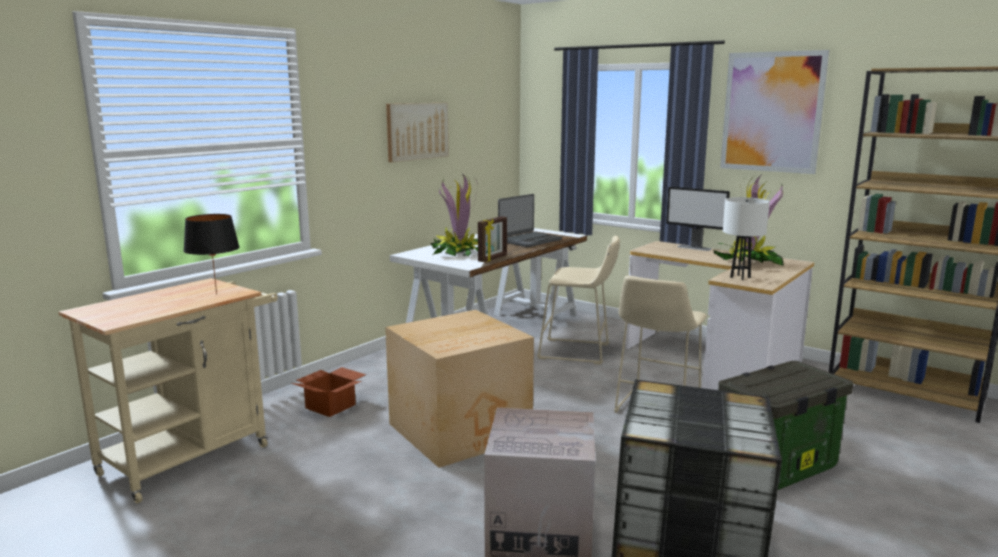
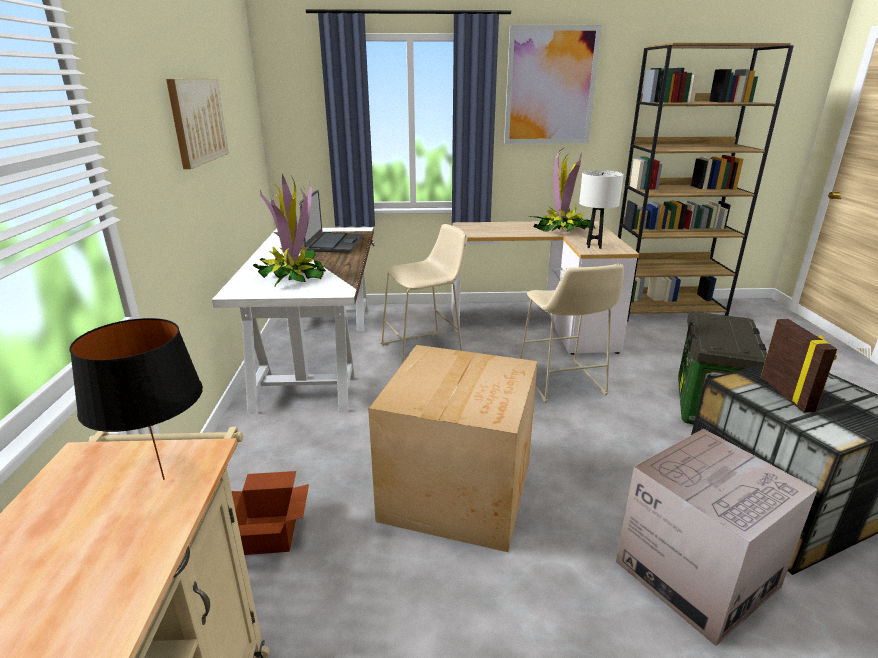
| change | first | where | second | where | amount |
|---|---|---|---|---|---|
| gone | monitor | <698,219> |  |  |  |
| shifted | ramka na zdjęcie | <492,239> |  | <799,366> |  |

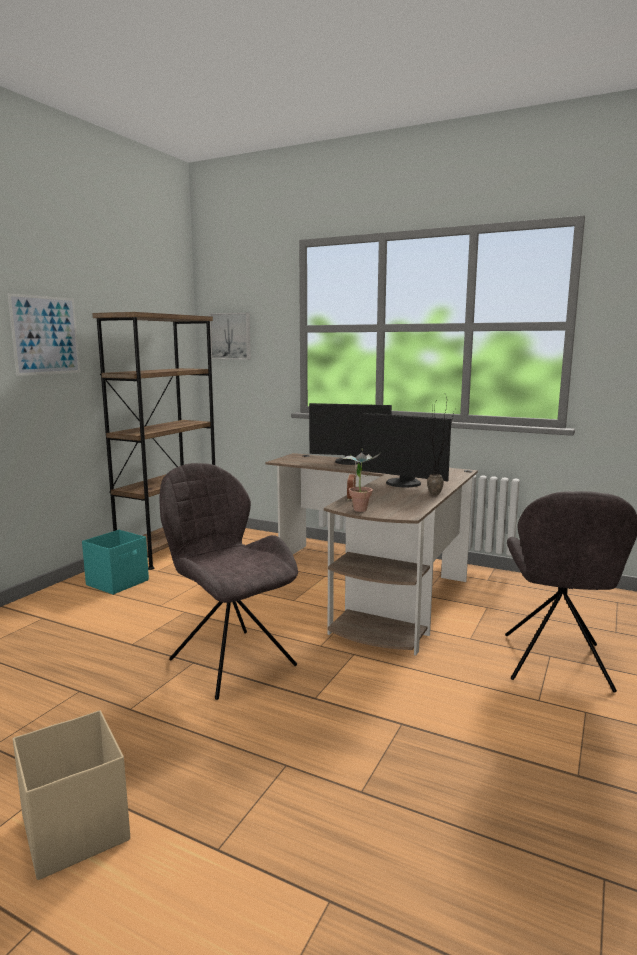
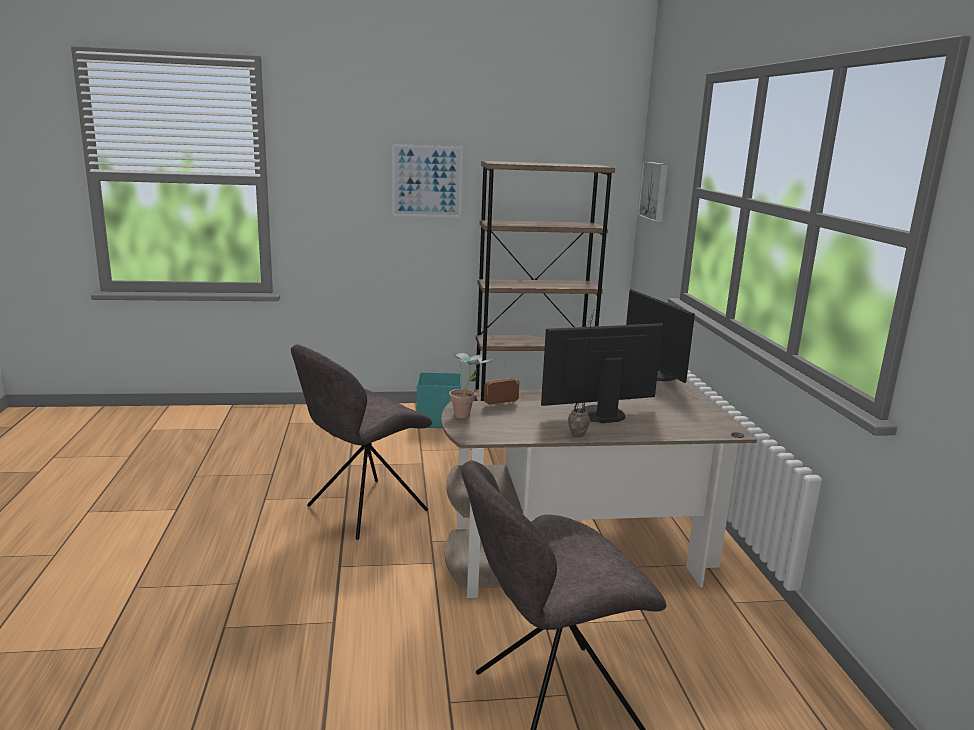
| change | first | where | second | where | amount |
|---|---|---|---|---|---|
| gone | pojemnik do przechowywania/beżowy | <71,795> |  |  |  |
| rotated | krzesło/szary | <229,581> |  | <361,442> | 150 degrees counterclockwise |
| rotated | monitor | <405,450> |  | <602,373> | 75 degrees clockwise |

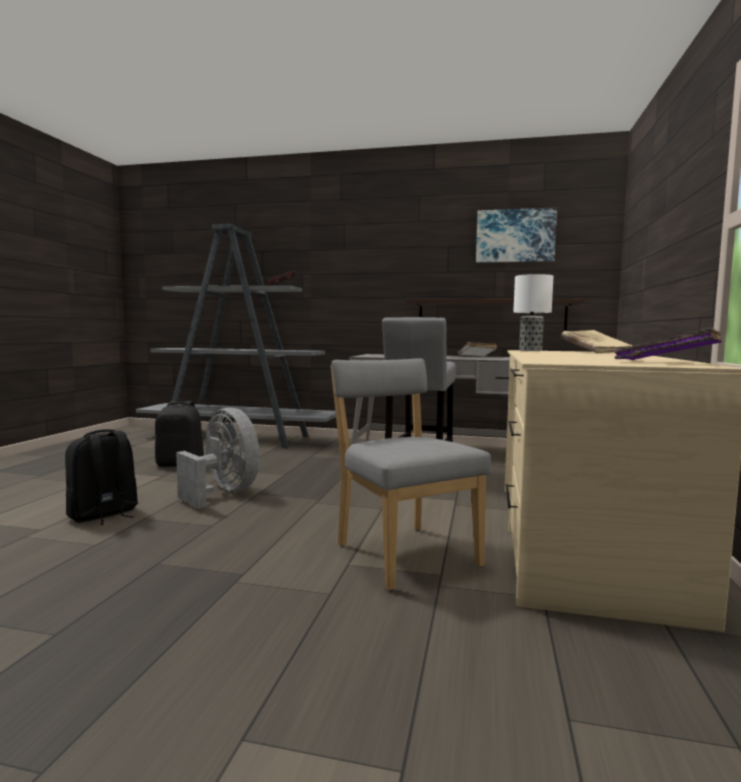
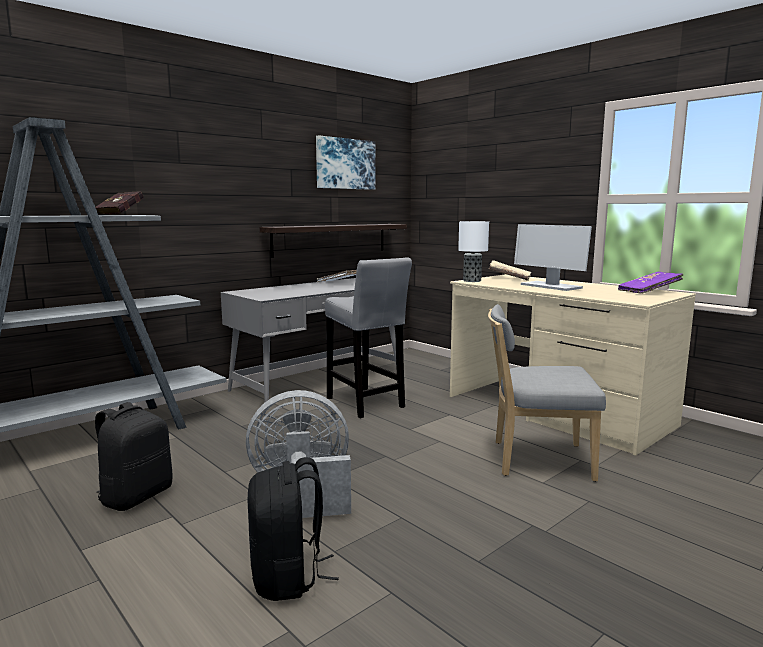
| change | first | where | second | where | amount |
|---|---|---|---|---|---|
| new |  |  | monitor | <553,257> |  |

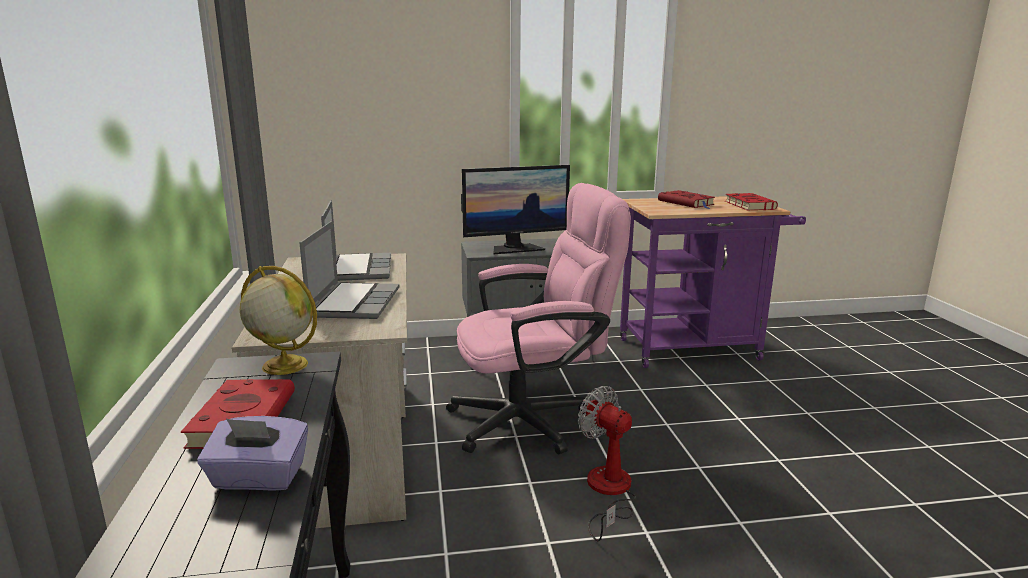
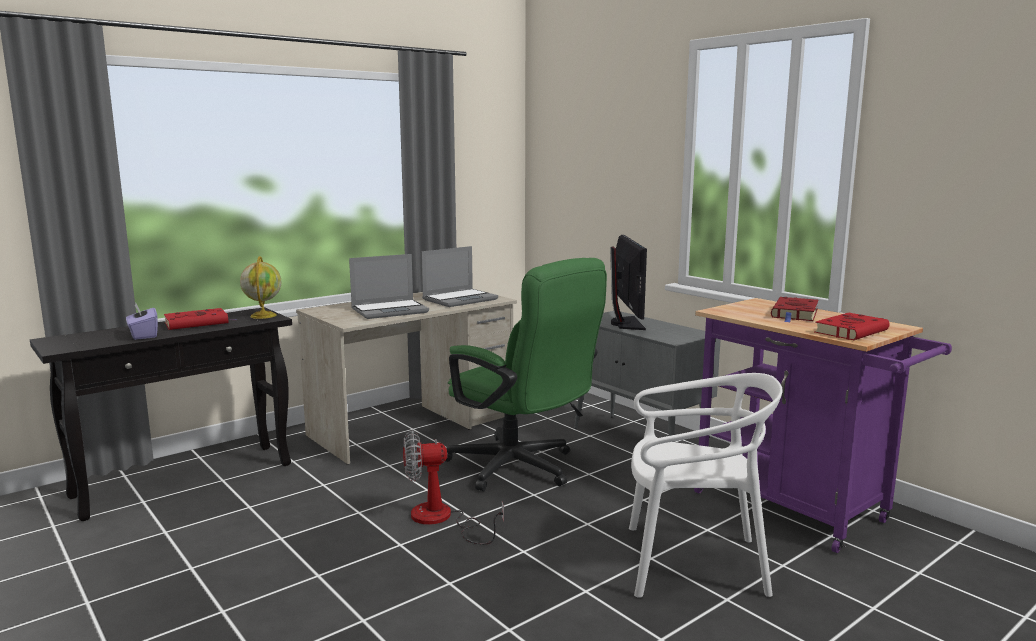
| change | first | where | second | where | amount |
|---|---|---|---|---|---|
| new |  |  | krzesło/biały | <705,485> |  |
| repainted | krzesło biurowe/różowy | <538,318> | krzesło biurowe/zielony | <526,374> |  |
| rotated | monitor | <515,209> |  | <628,282> | 135 degrees counterclockwise |
| rotated | wentylator | <607,463> |  | <453,487> | 120 degrees counterclockwise |

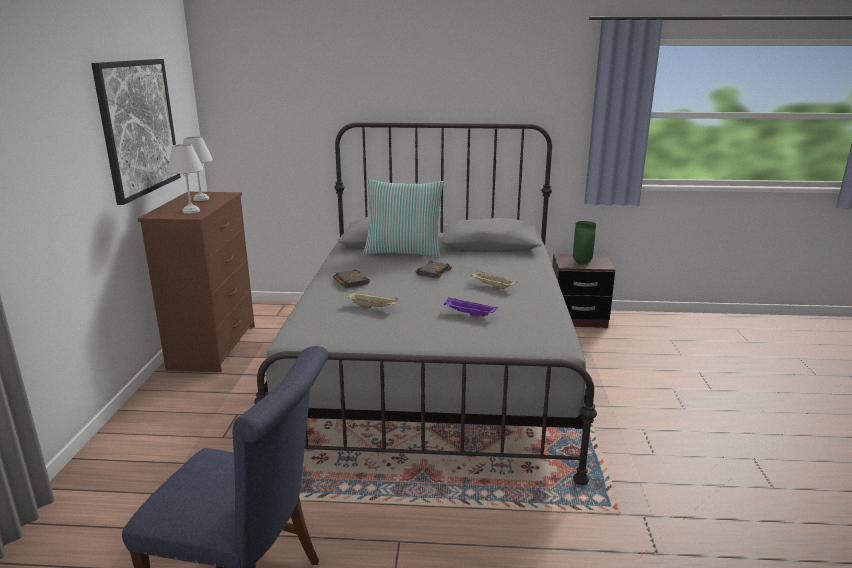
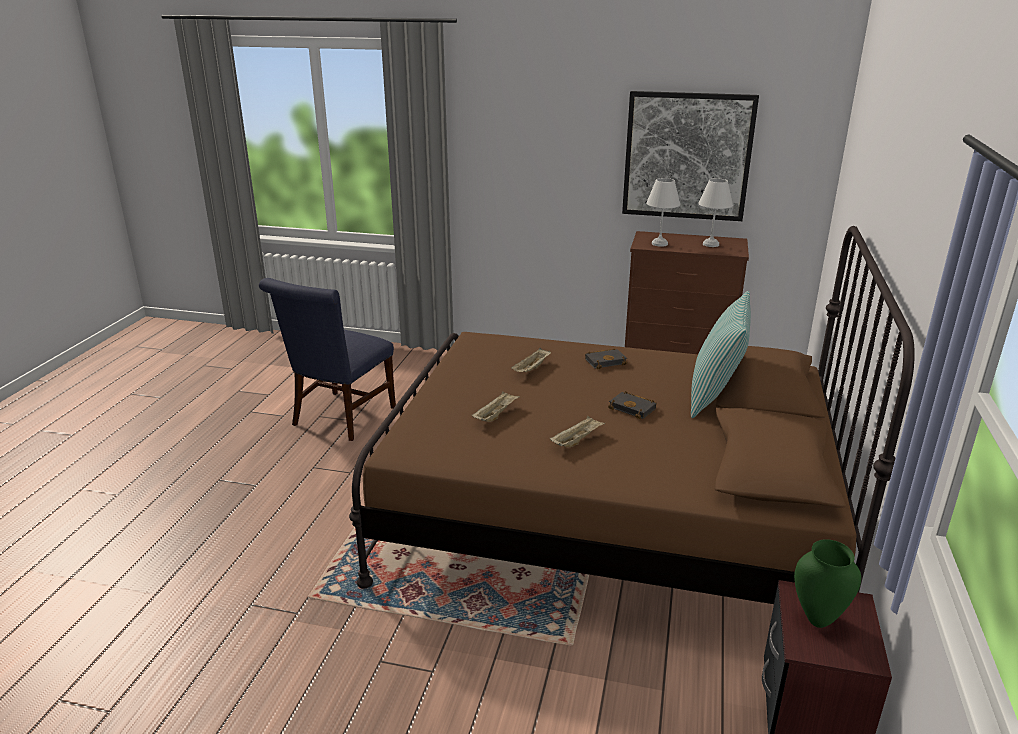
| change | first | where | second | where | amount |
|---|---|---|---|---|---|
| repainted | łóżko/szary | <425,303> | łóżko/brązowy | <632,415> |  |
| repainted | taca/fioletowy | <471,307> | taca/beżowy | <496,406> |  |

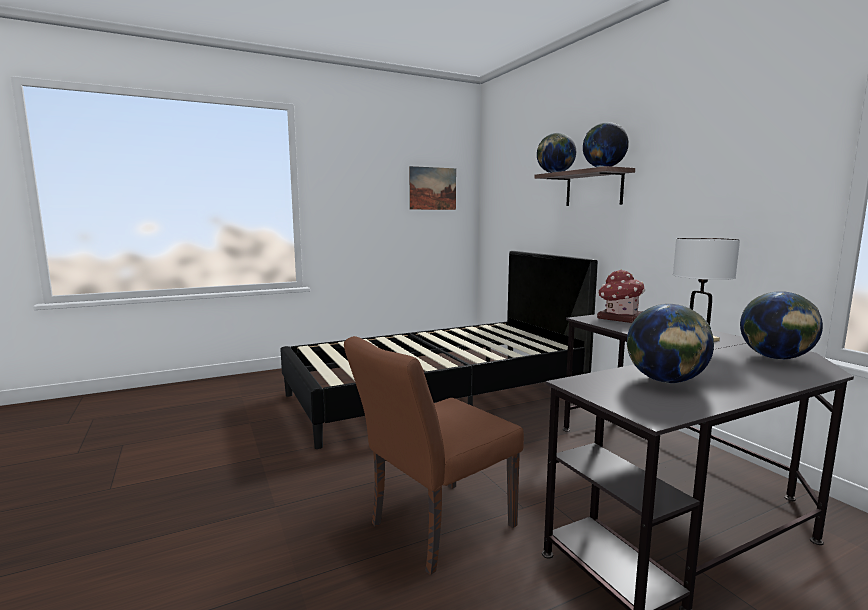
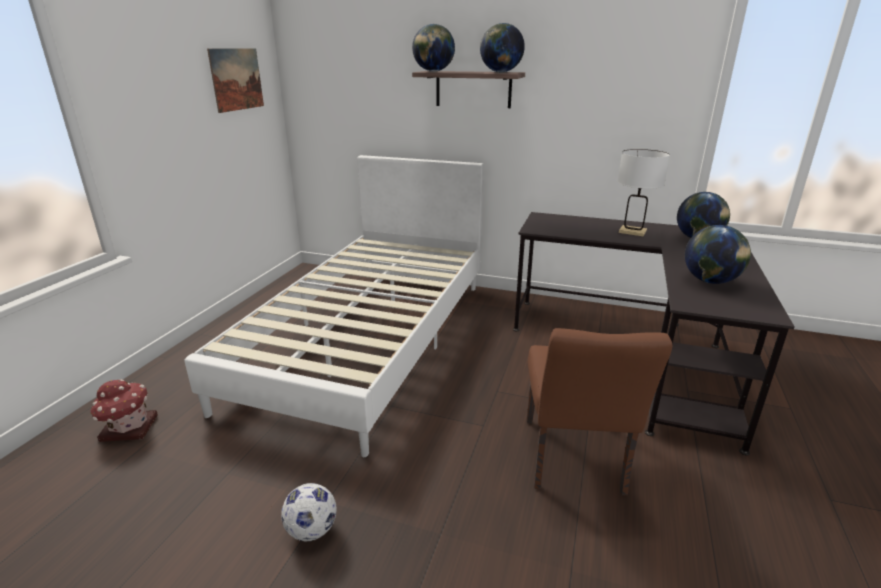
| change | first | where | second | where | amount |
|---|---|---|---|---|---|
| new |  |  | piłka futbolowa | <309,512> |  |
| shifted | domek | <621,296> |  | <124,410> |  |
| repainted | łóżko/czarny | <439,350> | łóżko/biały | <334,306> |  |

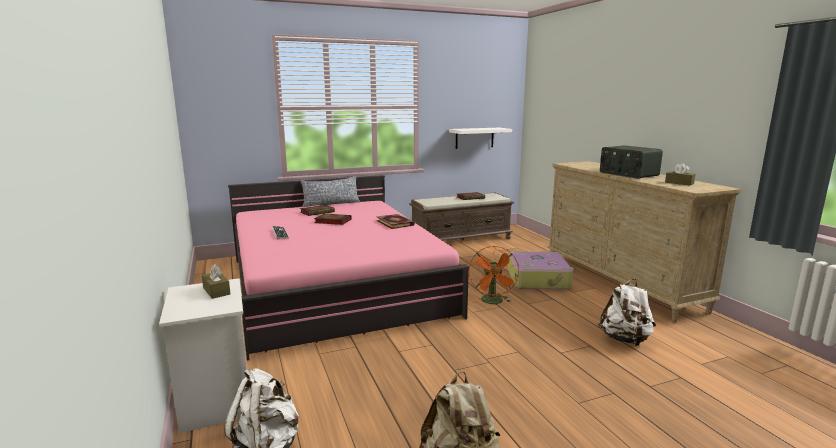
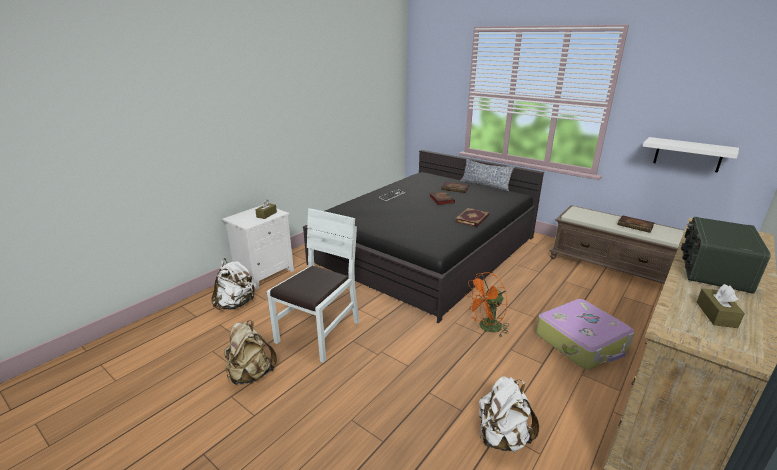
| change | first | where | second | where | amount |
|---|---|---|---|---|---|
| new |  |  | krzesło/biały | <313,285> |  |
| repainted | łóżko/różowy | <348,268> | łóżko/czarny | <423,236> |  |

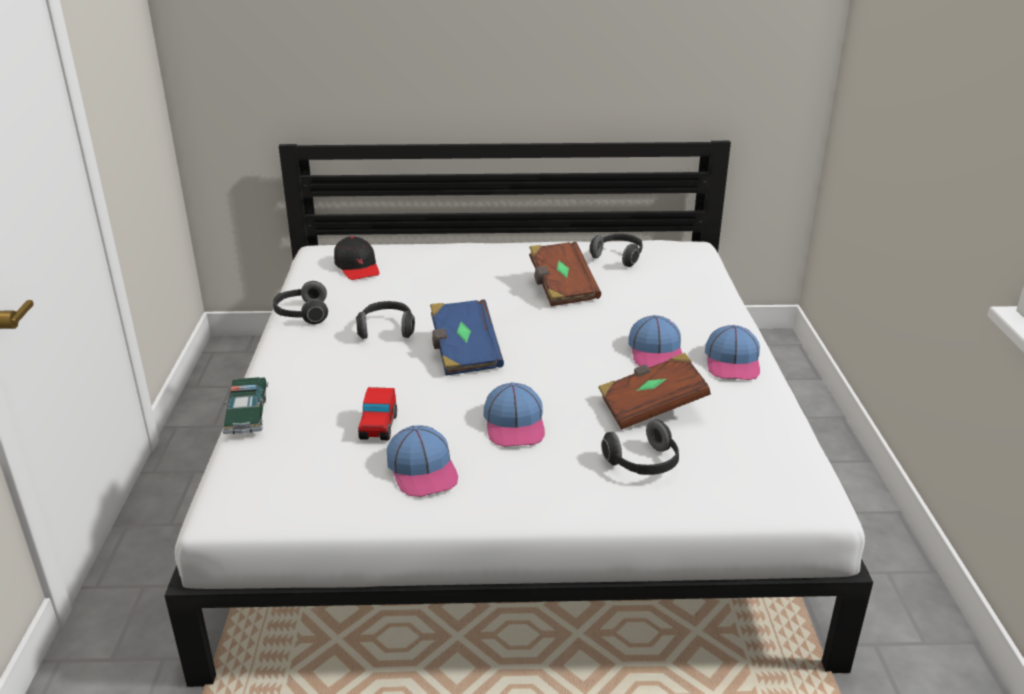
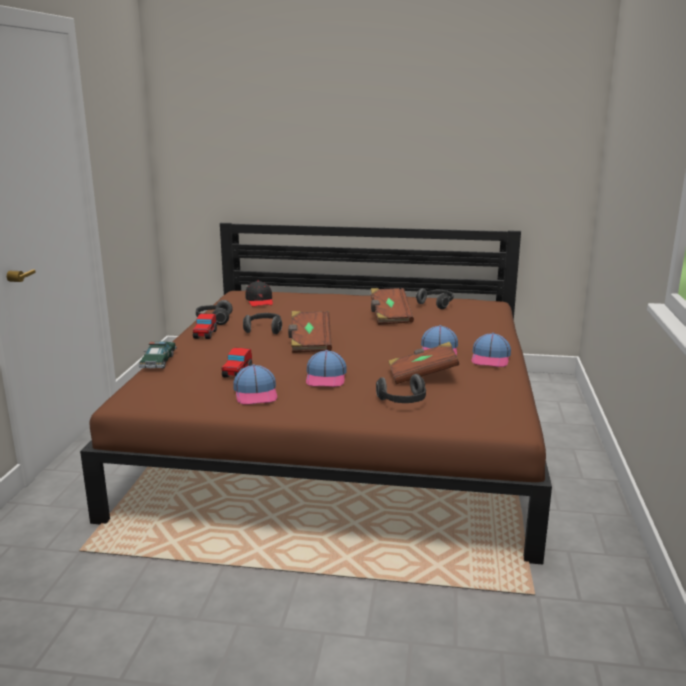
| change | first | where | second | where | amount |
|---|---|---|---|---|---|
| new |  |  | samochodzik | <205,326> |  |
| repainted | łóżko/biały | <518,414> | łóżko/brązowy | <316,394> |  |
| repainted | książka/niebieski | <467,338> | książka/brązowy | <310,332> |  |

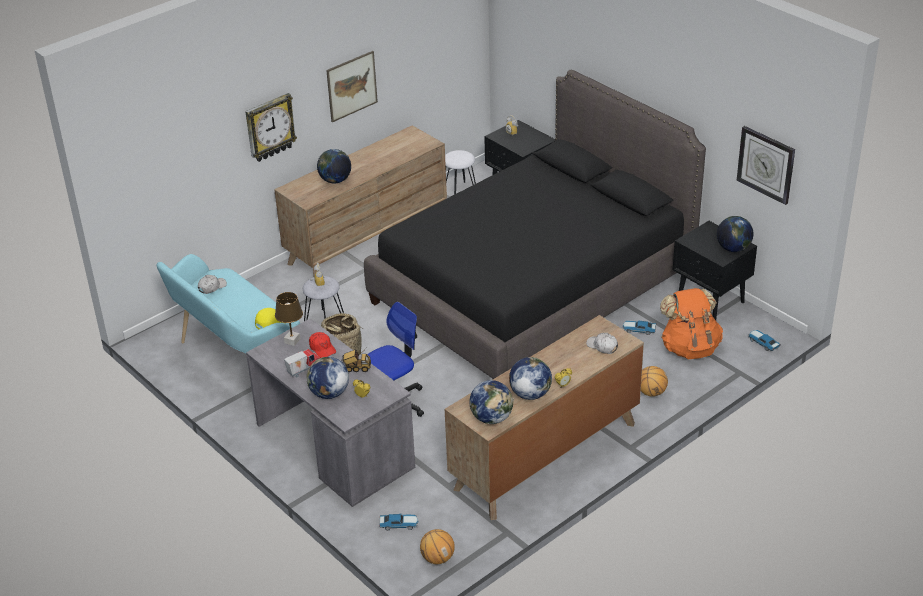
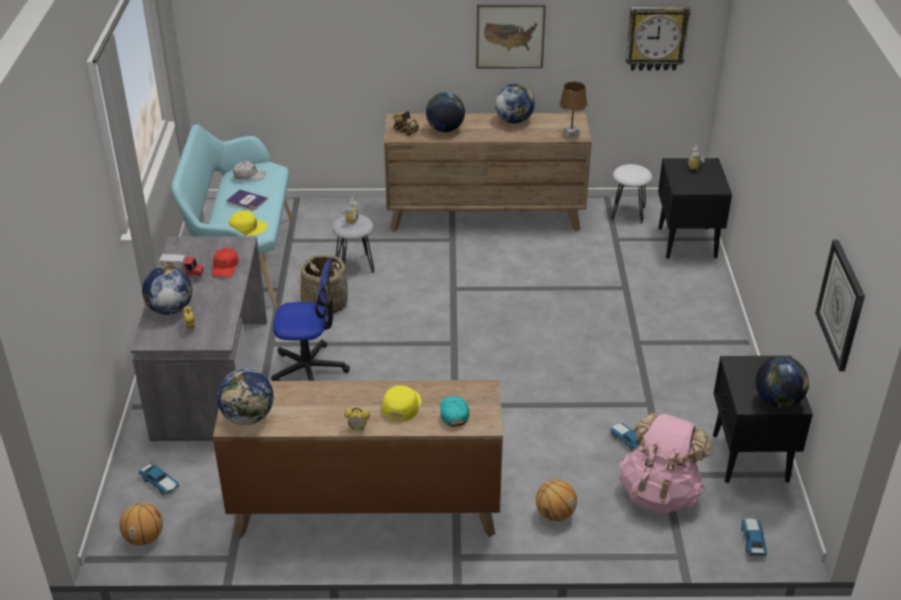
| change | first | where | second | where | amount |
|---|---|---|---|---|---|
| gone | łóżko/czarny | <535,224> |  |  |  |
| new |  |  | książka | <247,200> |  |
| new |  |  | czapka z daszkiem/żółty | <402,403> |  |
| shifted | zegar ścienny | <271,127> |  | <658,39> |  |
| shifted | lampa stołowa/brązowy | <289,319> |  | <573,110> |  |
| shifted | ciężarówka zabawkowa | <356,360> |  | <406,123> |  |
| shifted | globus | <530,378> |  | <515,103> |  |
| repainted | czapka z daszkiem/biały | <602,343> | czapka z daszkiem/turkusowy | <455,411> |  |
| repainted | plecak/pomarańczowy | <691,323> | plecak/różowy | <665,463> |  |

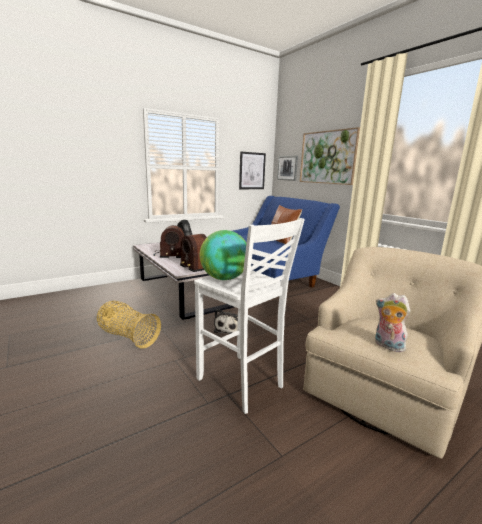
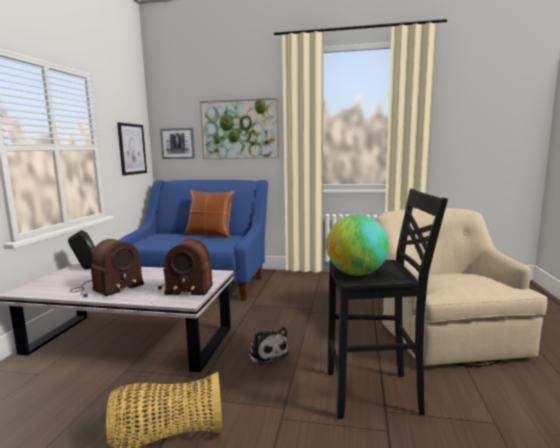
| change | first | where | second | where | amount |
|---|---|---|---|---|---|
| gone | pluszak | <392,322> |  |  |  |
| repainted | stołek/biały | <249,316> | stołek/czarny | <388,304> |  |

